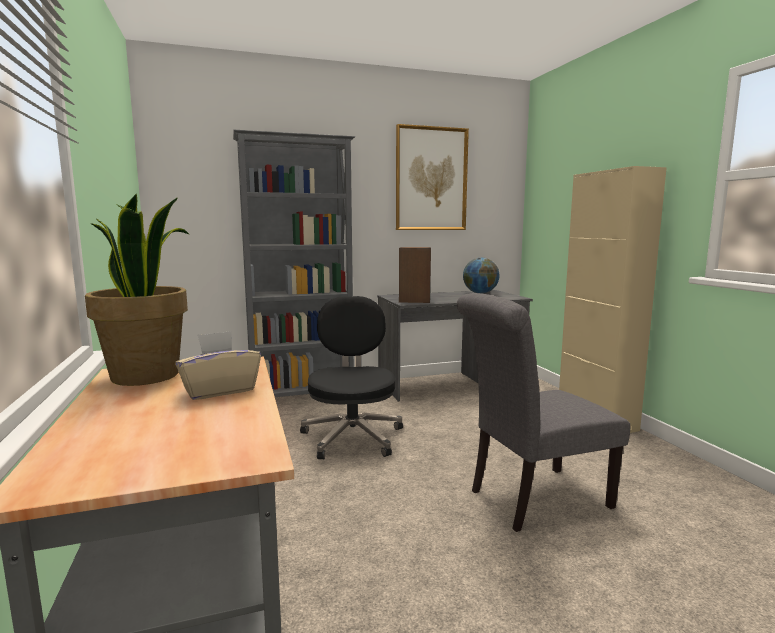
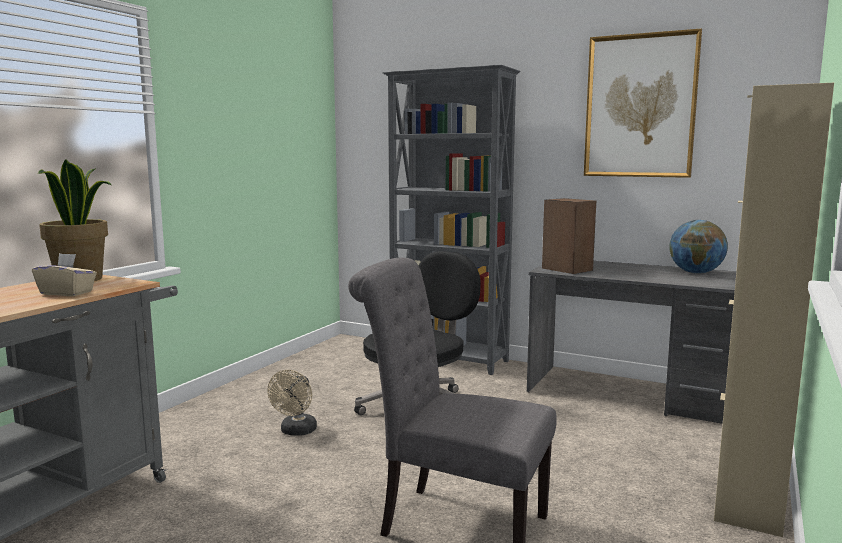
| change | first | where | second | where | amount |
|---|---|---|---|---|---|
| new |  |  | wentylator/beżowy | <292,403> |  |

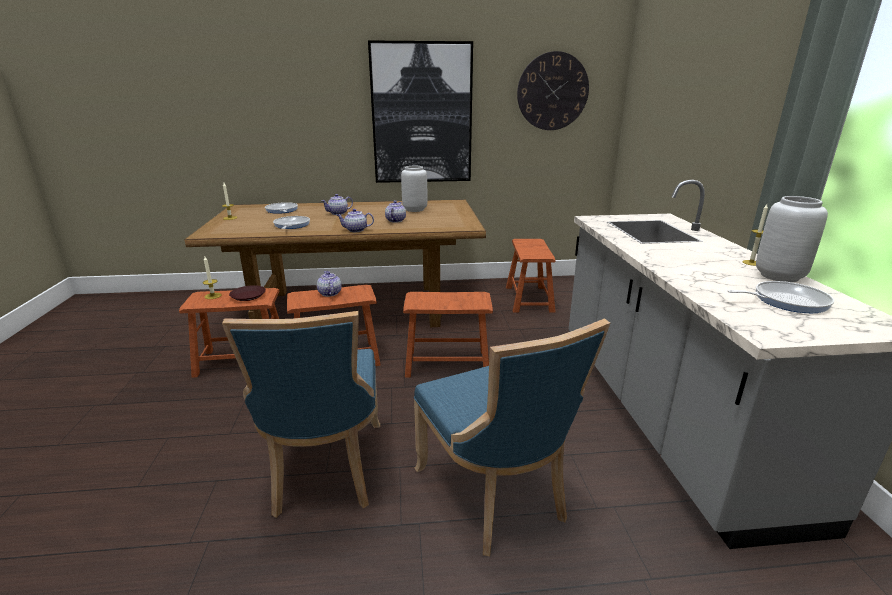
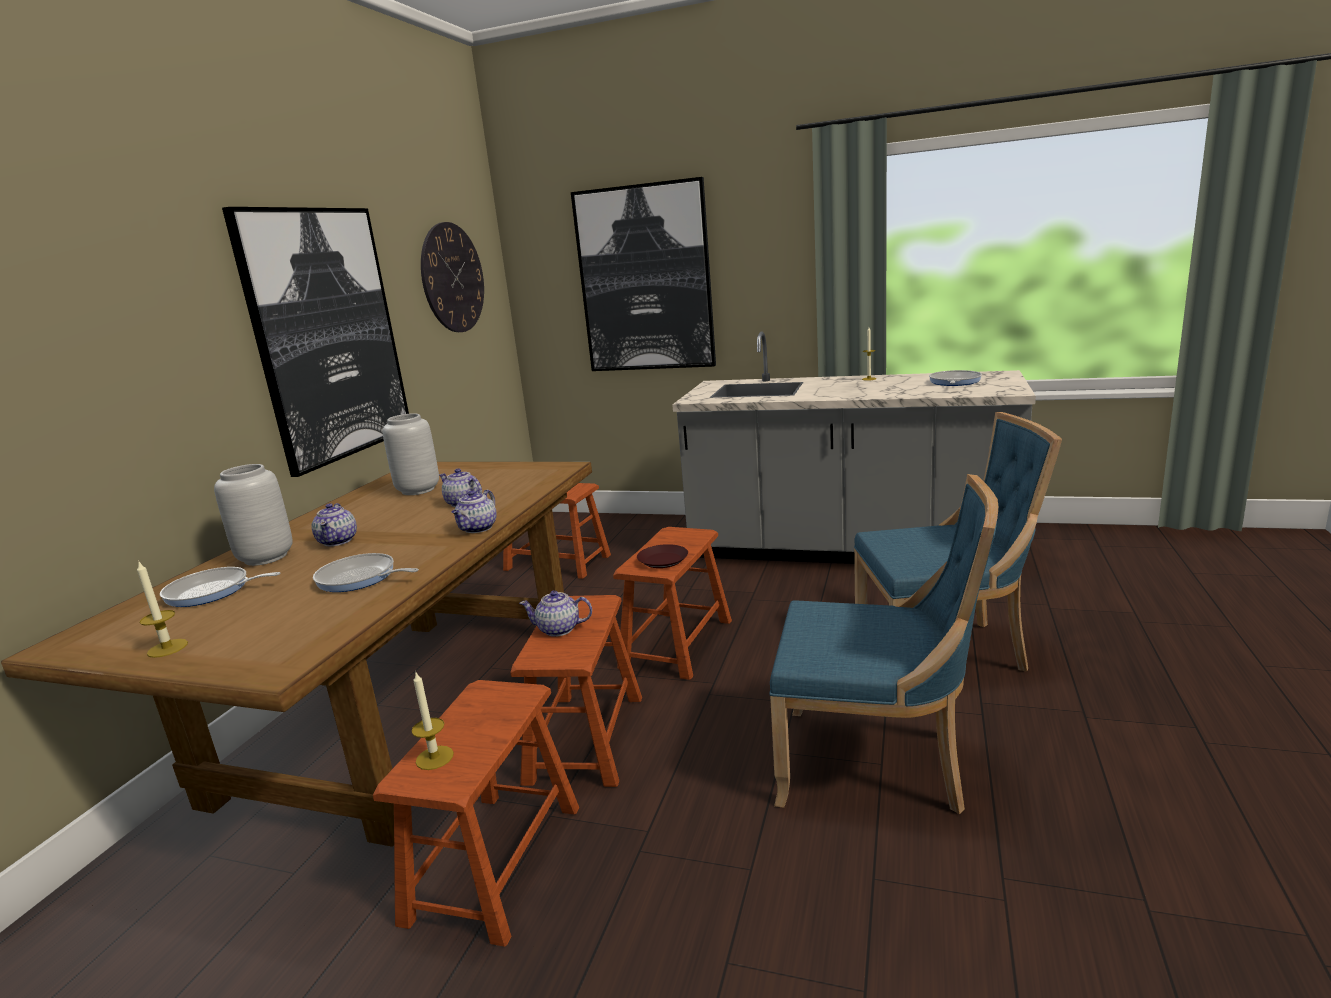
| change | first | where | second | where | amount |
|---|---|---|---|---|---|
| new |  |  | obraz | <643,274> |  |
| shifted | talerz/brązowy | <247,293> |  | <662,556> |  |
| shifted | wazon/szary | <792,239> |  | <253,515> |  |

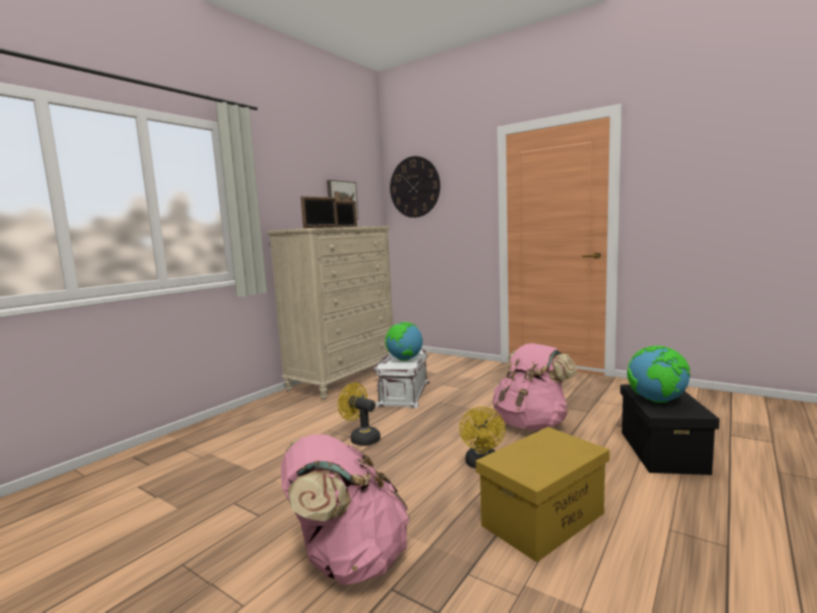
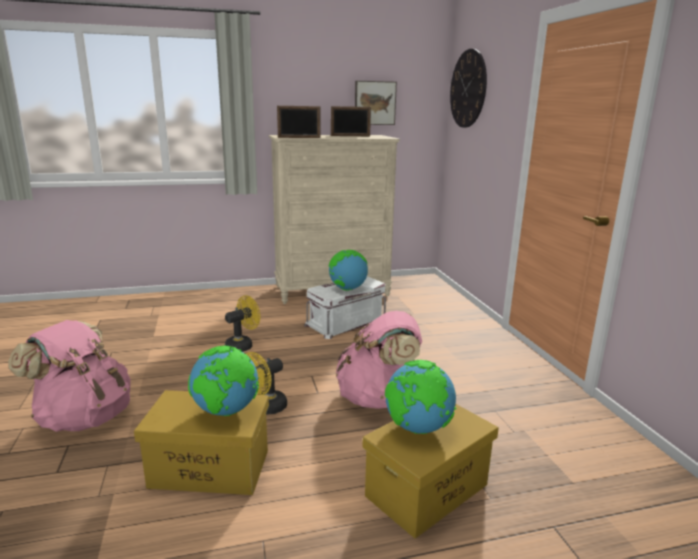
| change | first | where | second | where | amount |
|---|---|---|---|---|---|
| new |  |  | globus | <223,381> |  |
| repainted | pojemnik do przechowywania/czarny | <670,430> | pojemnik do przechowywania/żółty | <430,471> |  |
| rotated | wentylator/żółty | <359,414> |  | <242,323> | 60 degrees clockwise |

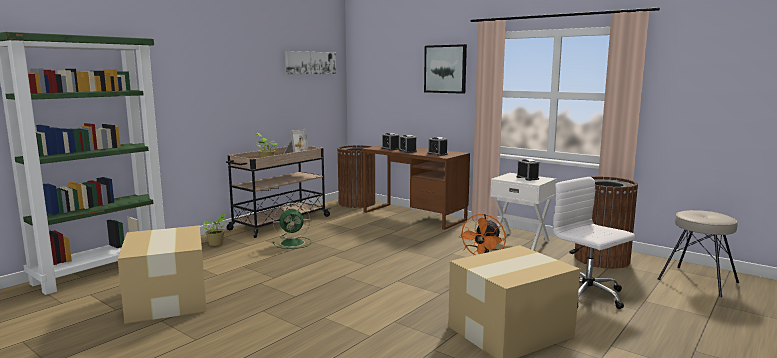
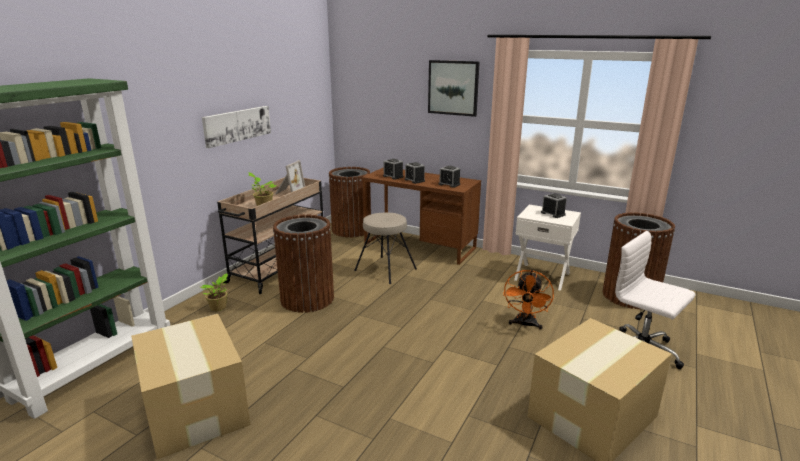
| change | first | where | second | where | amount |
|---|---|---|---|---|---|
| shifted | obraz | <310,63> |  | <236,127> |  |
| shifted | stołek/beżowy | <698,253> |  | <385,248> |  |
| swapped | wentylator/zielony | <292,226> | kosz na śmieci/brązowy | <303,263> |  |

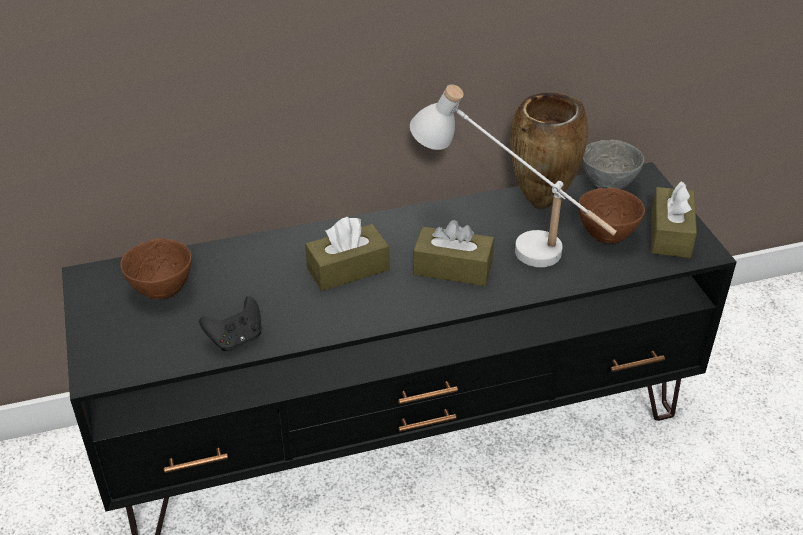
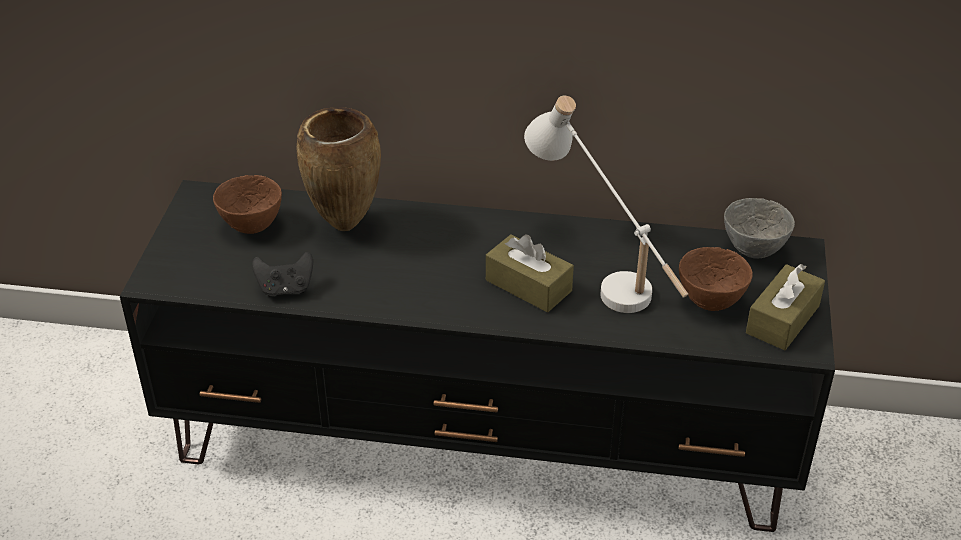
| change | first | where | second | where | amount |
|---|---|---|---|---|---|
| gone | pudełko chusteczek/brązowy | <347,254> |  |  |  |
| shifted | wazon/brązowy | <549,150> |  | <338,169> |  |

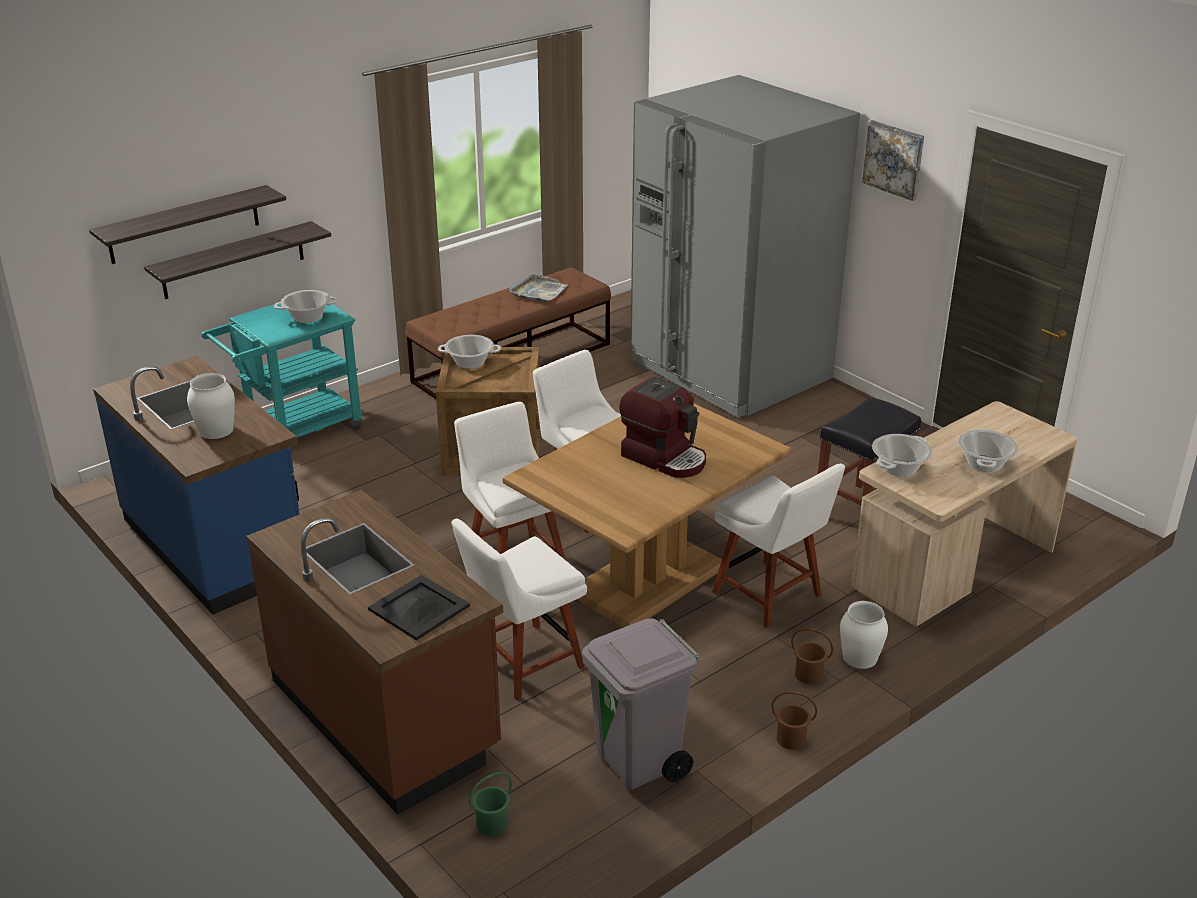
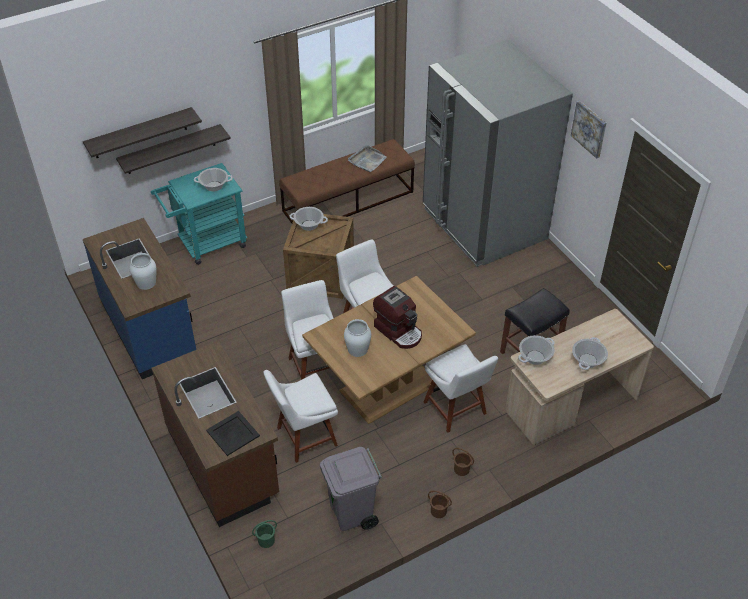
| change | first | where | second | where | amount |
|---|---|---|---|---|---|
| shifted | wazon/biały | <864,635> |  | <357,338> |  |

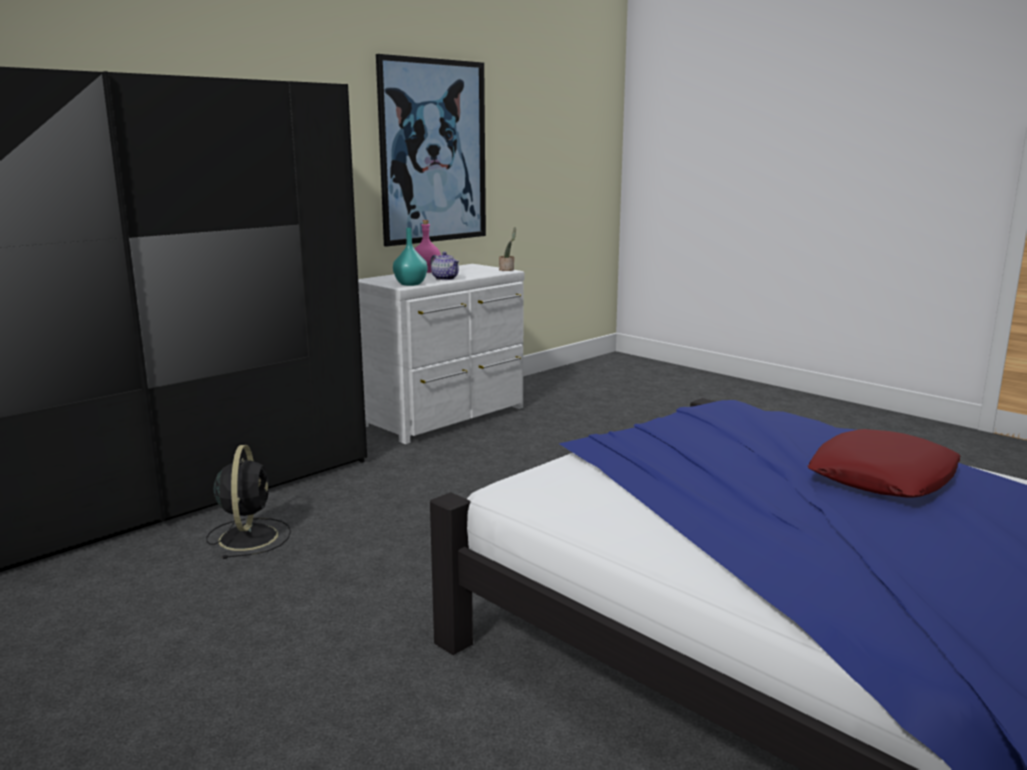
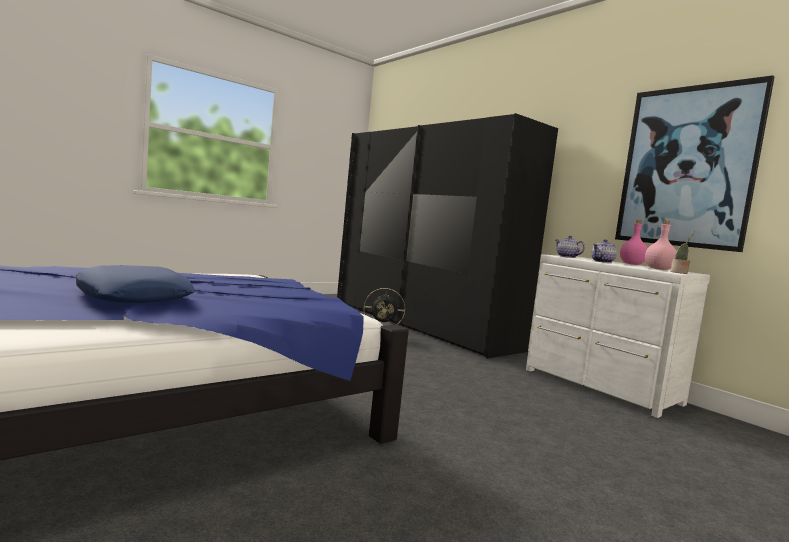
| change | first | where | second | where | amount |
|---|---|---|---|---|---|
| new |  |  | butelka/różowy | <661,245> |  |
| swapped | wazon/turkusowy | <410,257> | imbryk | <570,247> |  |
| repainted | poduszka/czerwony | <884,463> | poduszka/niebieski | <135,284> |  |

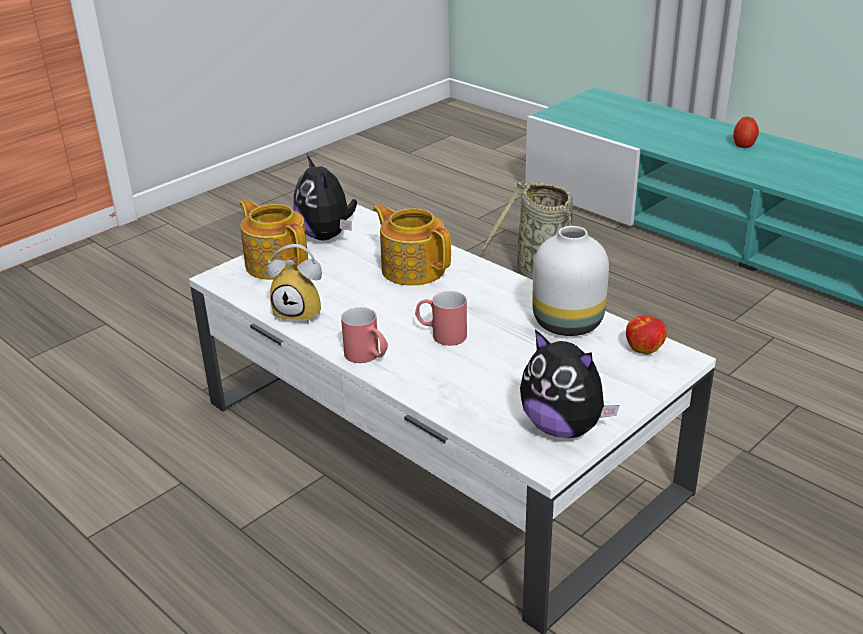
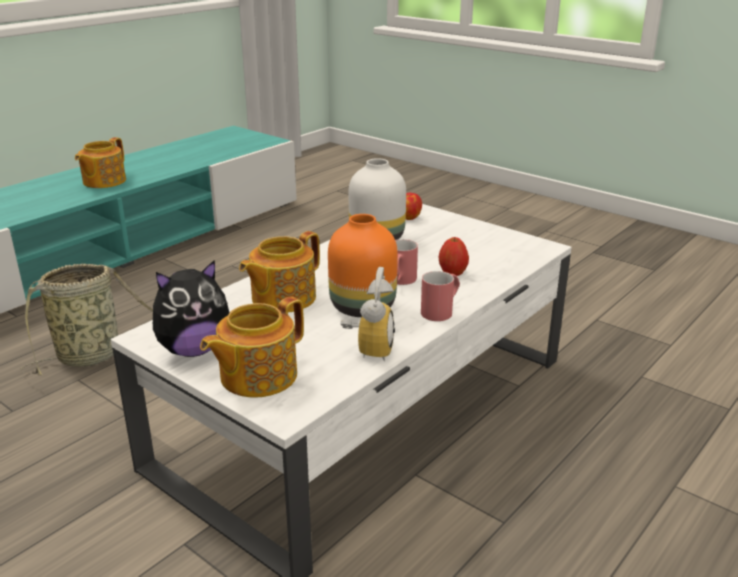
| change | first | where | second | where | amount |
|---|---|---|---|---|---|
| gone | pluszak | <569,383> |  |  |  |
| new |  |  | imbryk | <100,162> |  |
| new |  |  | wazon/pomarańczowy | <363,265> |  |
| shifted | jabłko | <746,132> |  | <454,256> |  |

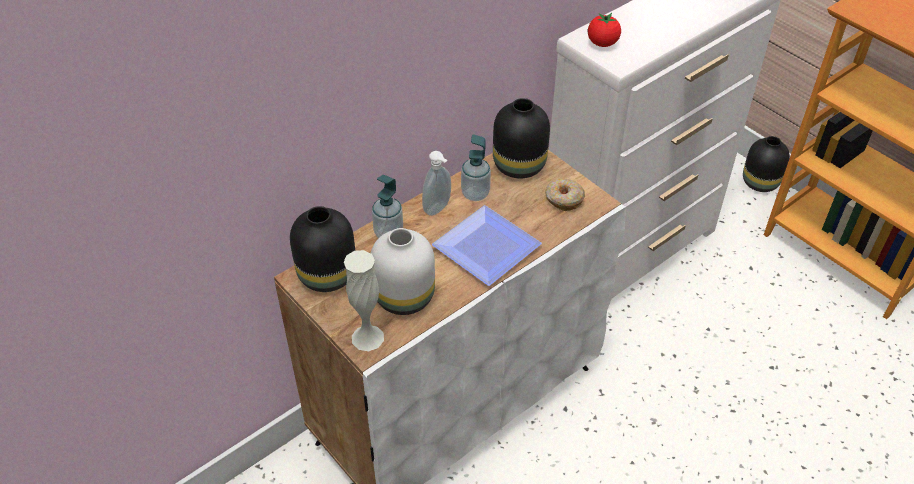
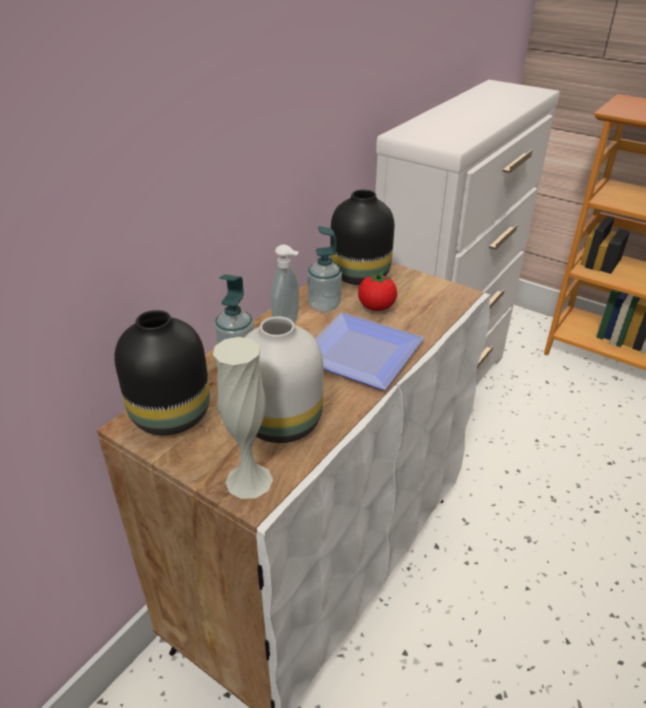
| change | first | where | second | where | amount |
|---|---|---|---|---|---|
| gone | donut | <565,194> |  |  |  |
| gone | wazon/czarny | <766,164> |  |  |  |
| shifted | pomidor | <604,30> |  | <377,291> |  |

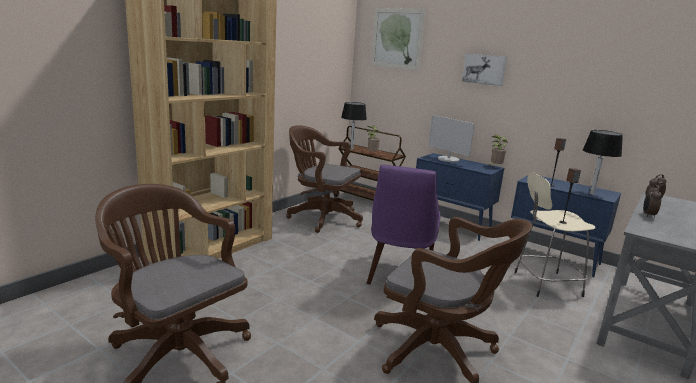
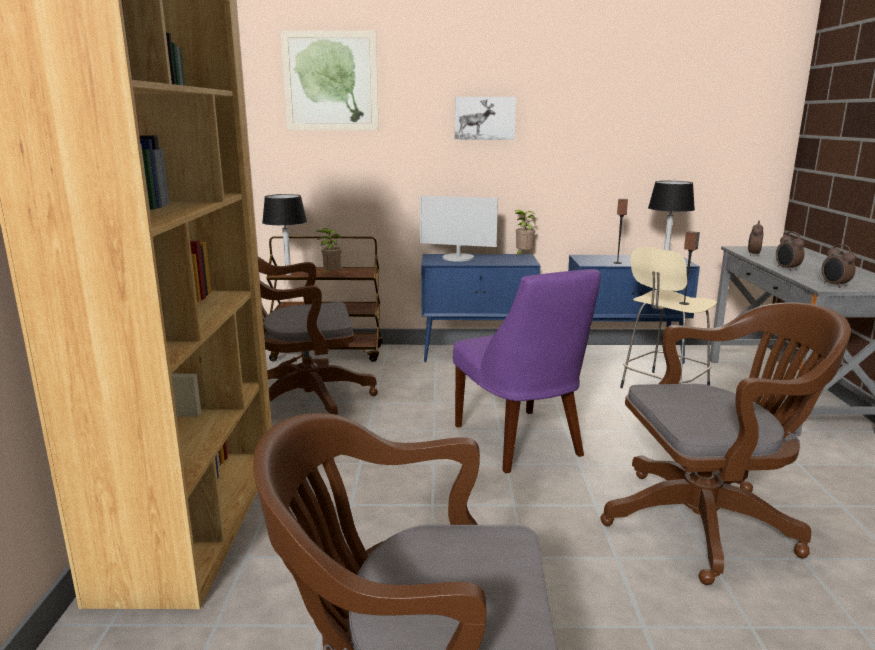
| change | first | where | second | where | amount |
|---|---|---|---|---|---|
| new |  |  | budzik | <839,266> |  |

